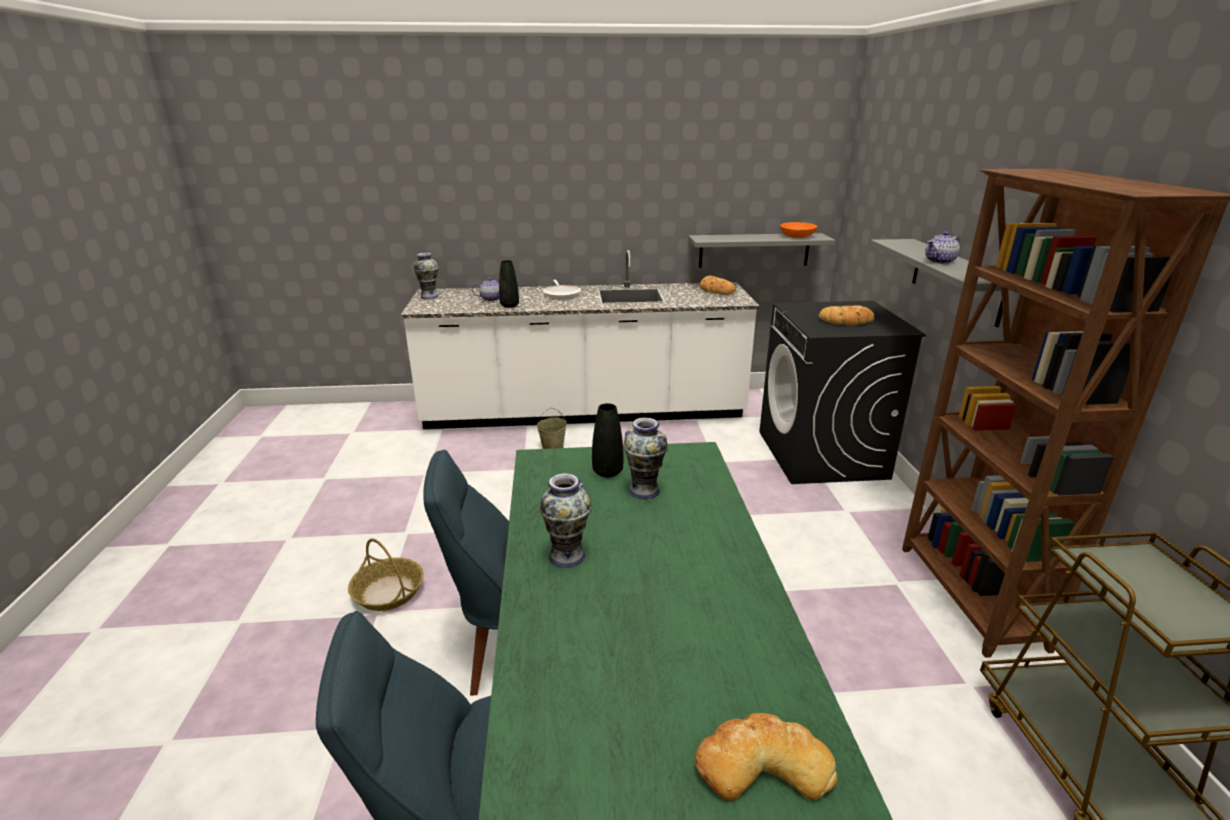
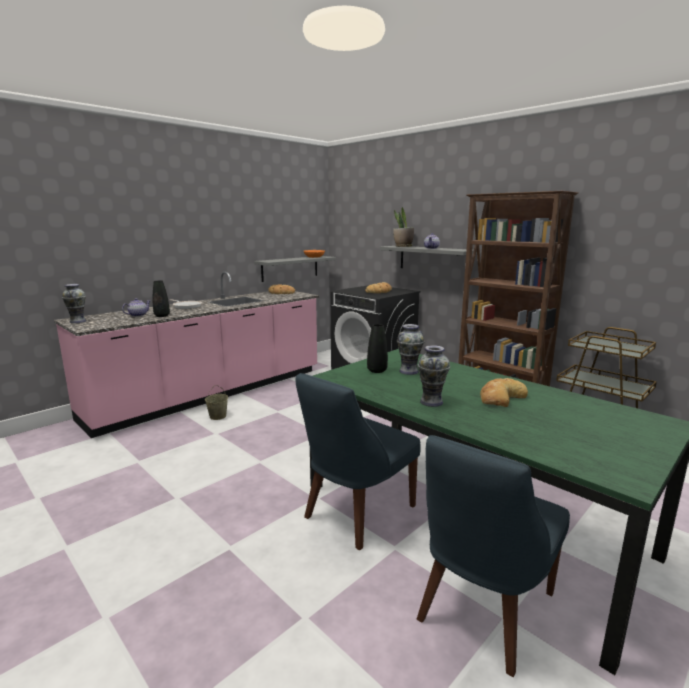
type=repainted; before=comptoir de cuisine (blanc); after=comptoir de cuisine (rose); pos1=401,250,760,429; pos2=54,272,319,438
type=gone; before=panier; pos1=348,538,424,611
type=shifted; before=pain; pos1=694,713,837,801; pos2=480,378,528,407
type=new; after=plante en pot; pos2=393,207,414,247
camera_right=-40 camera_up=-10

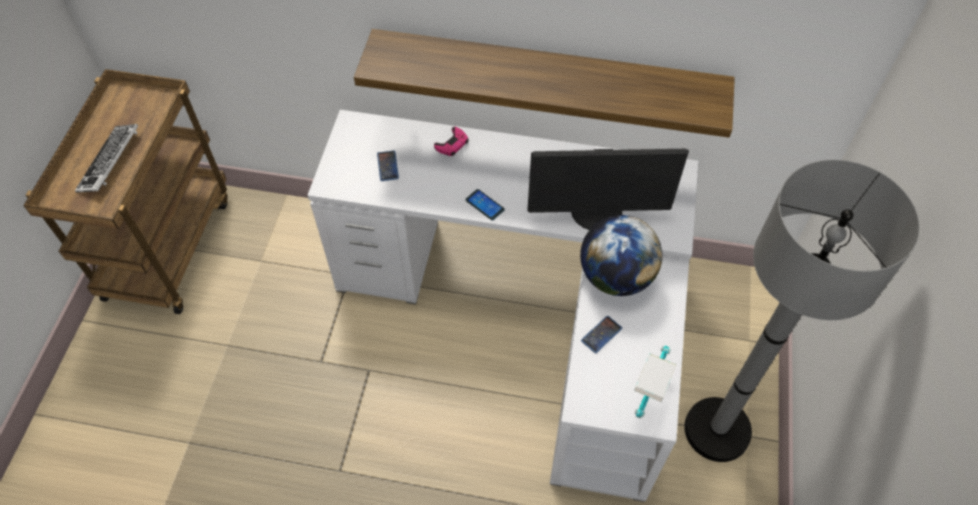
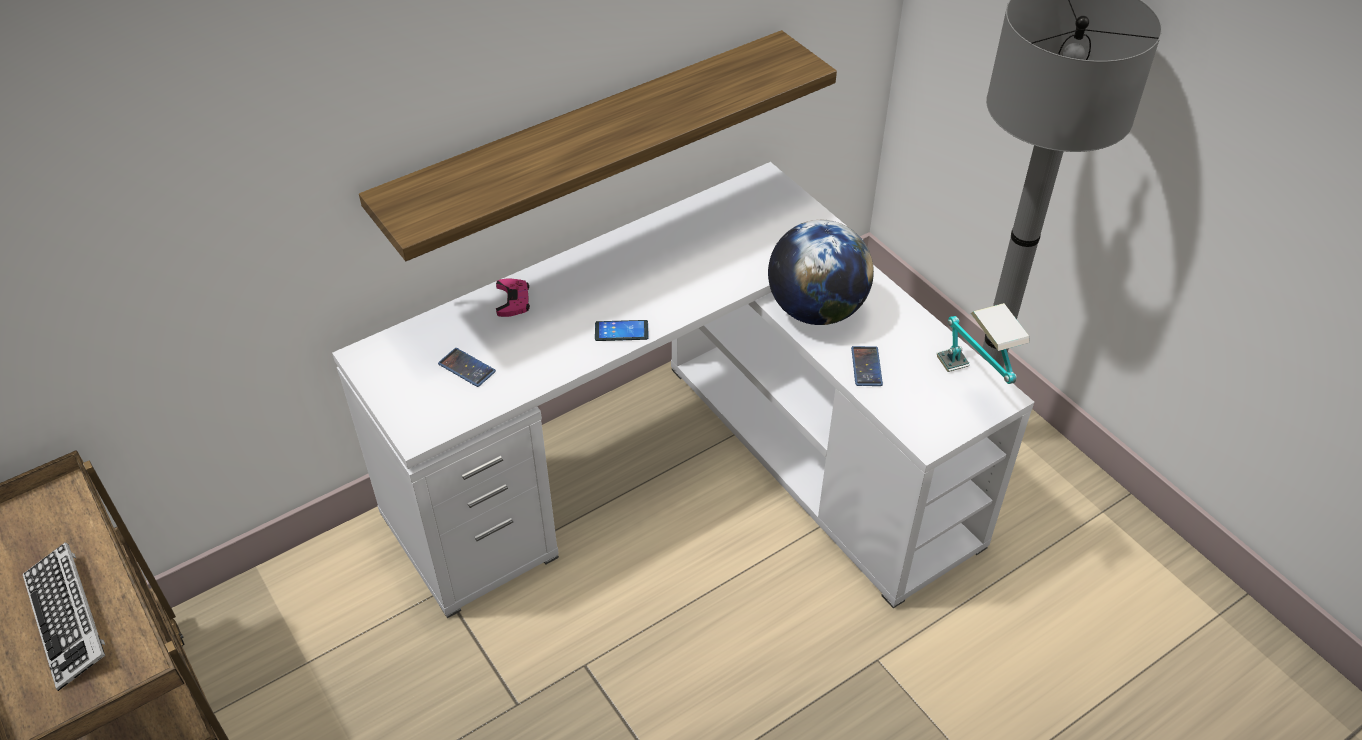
type=gone; before=écran d'ordinateur; pos1=528,149,689,230
camera_right=-45 camera_up=-10

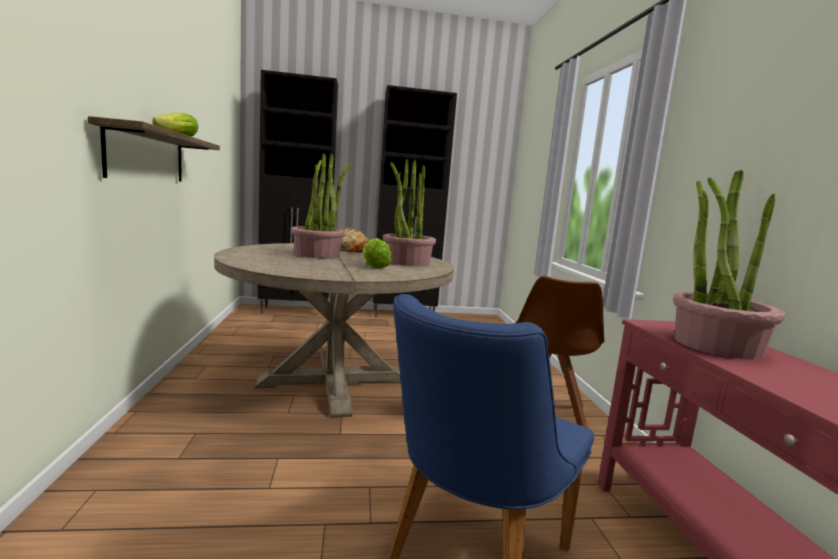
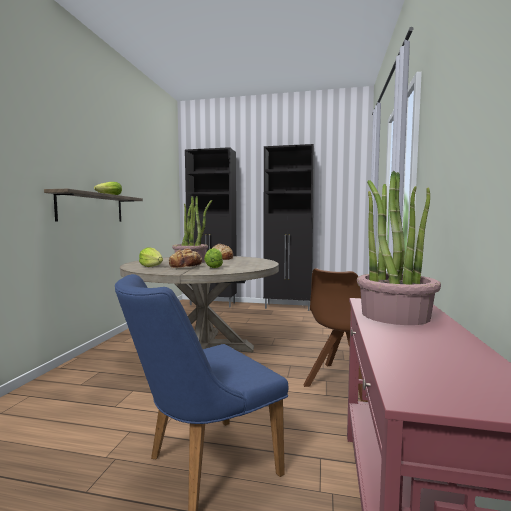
type=gone; before=plante en pot; pos1=383,159,436,266
type=new; after=laitue; pos2=139,247,163,267
type=new; after=pain; pos2=169,248,202,268
camera_right=20 camera_up=-5

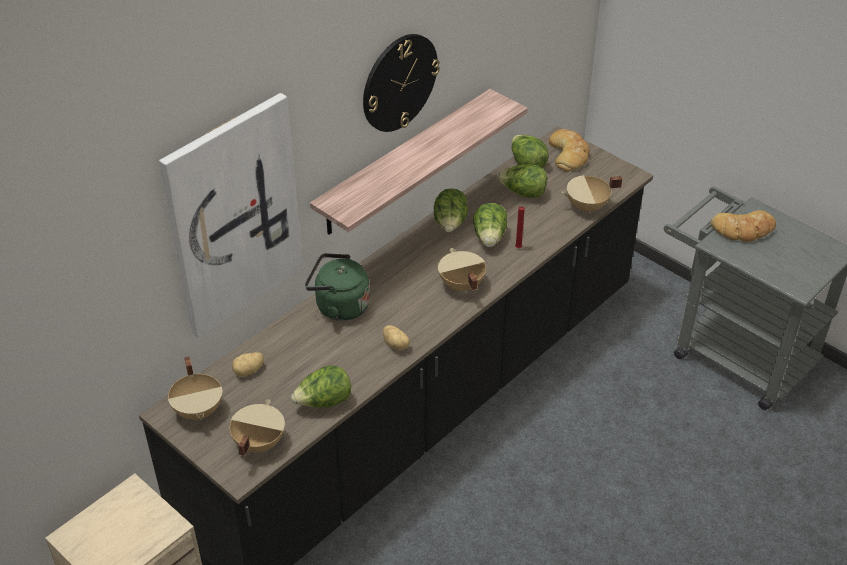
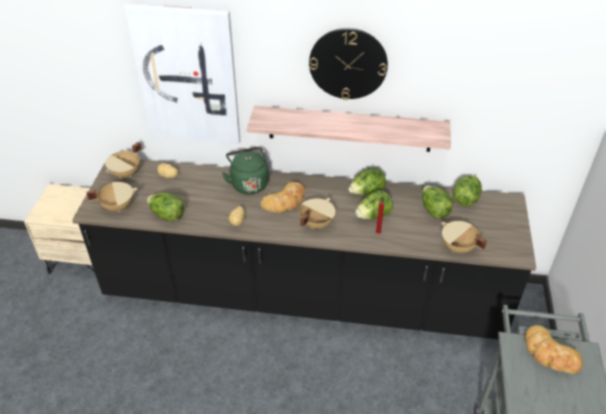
type=shifted; before=pain; pos1=549,129,590,172; pos2=260,182,305,213
camera_right=55 camera_up=0

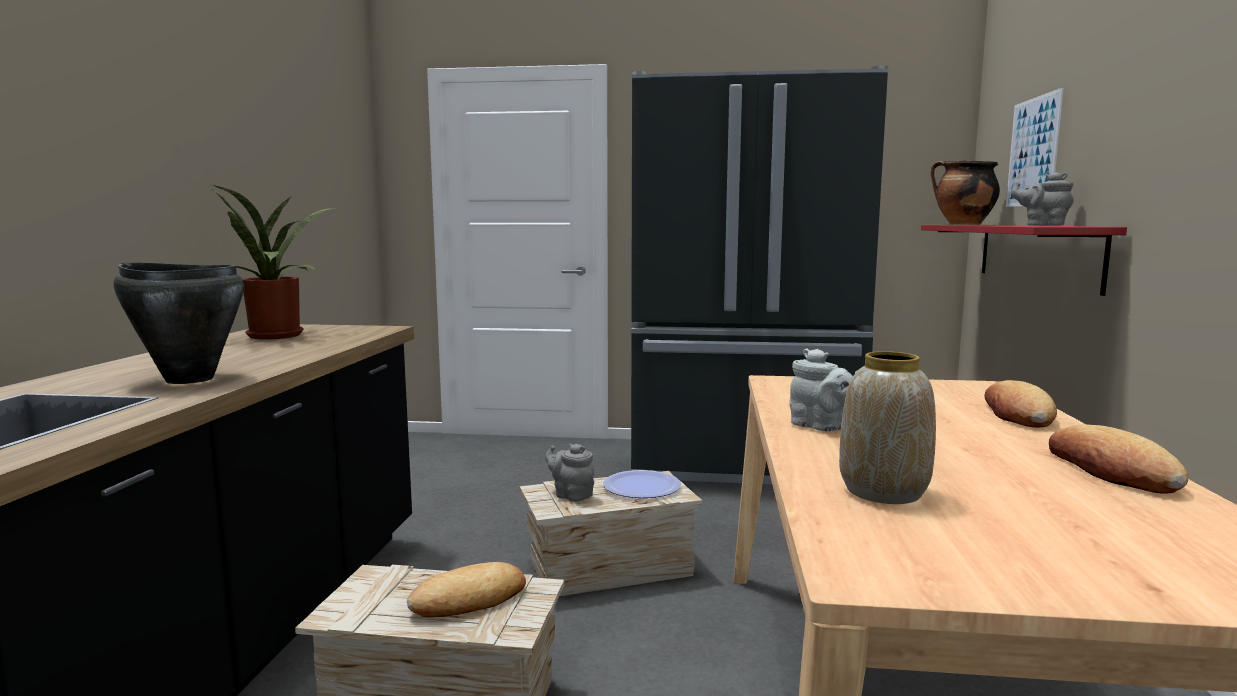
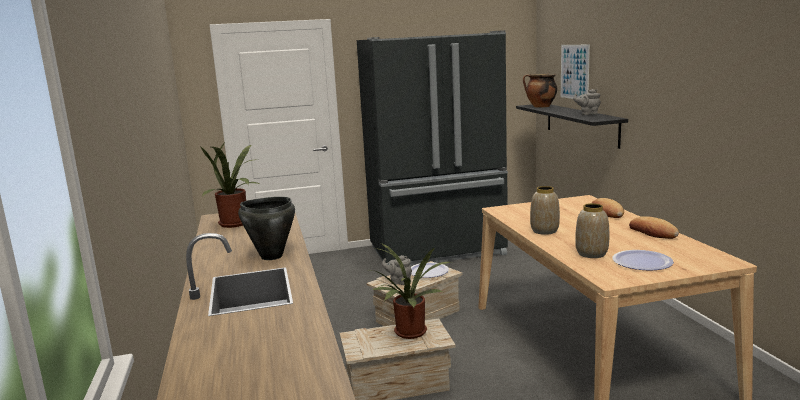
type=repainted; before=étagère (rouge); after=étagère (noir); pos1=921,225,1127,296; pos2=516,104,628,149
type=swapped; before=théière (gris); after=vase; pos1=789,349,858,432; pos2=530,186,560,235
type=swapped; before=pain; after=plante en pot; pos1=407,562,526,618; pos2=372,243,450,339
type=new; after=assiette; pos2=612,250,674,271
camera_right=-20 camera_up=5

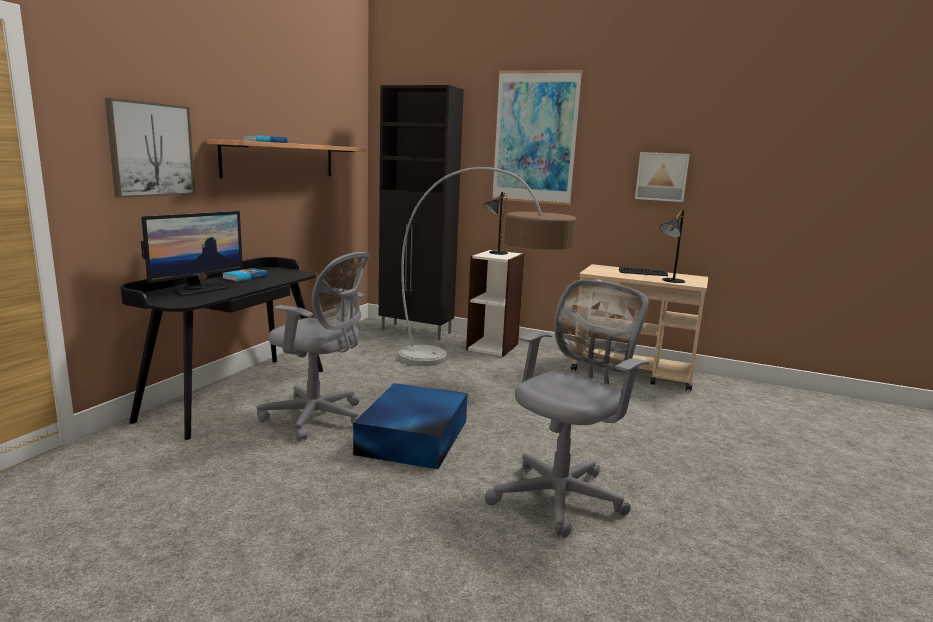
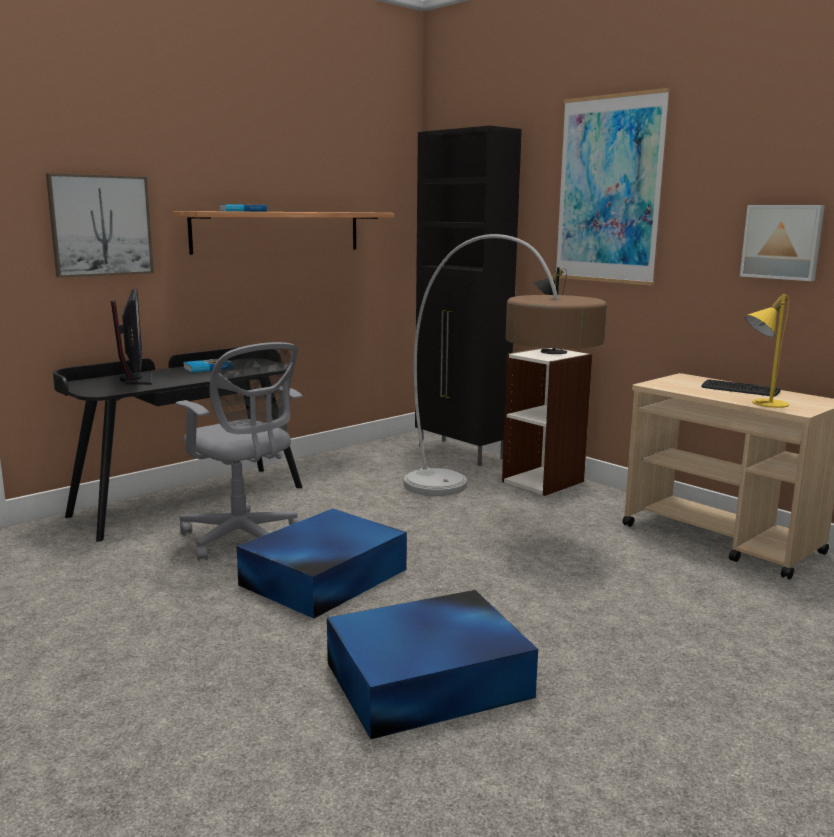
type=repainted; before=lampe de table (noir); after=lampe de table (jaune); pos1=660,210,685,283; pos2=745,294,789,408
type=rotated; before=écran d'ordinateur; pos1=141,211,243,297; pos2=111,289,152,385; turn=-75
type=swapped; before=chaise de bureau (gris); after=boîte de rangement (bleu); pos1=485,280,650,538; pos2=327,590,538,739
camera_right=25 camera_up=0

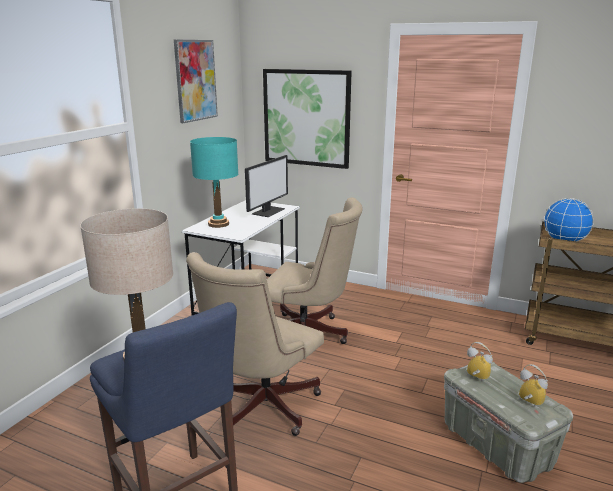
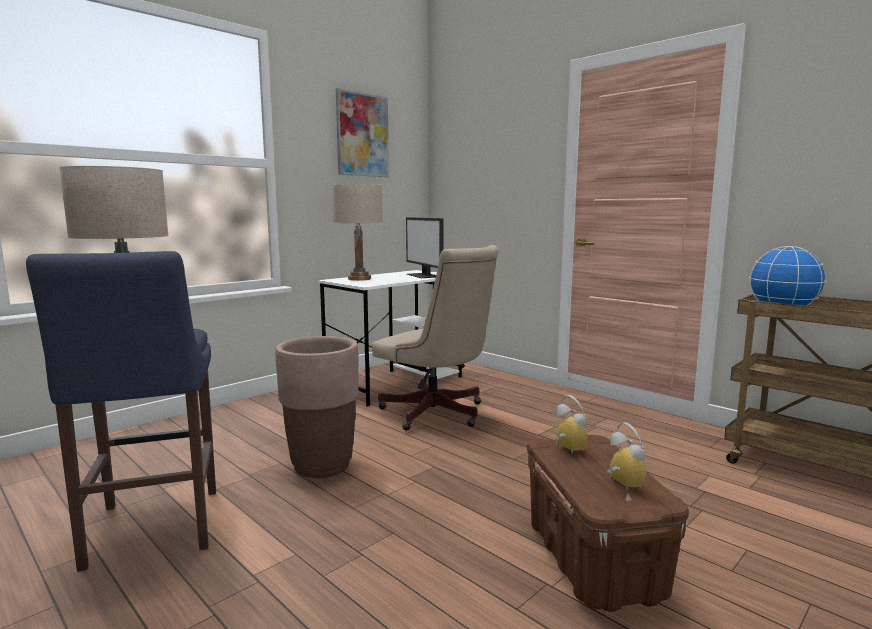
type=gone; before=tableau; pos1=263,69,352,169
type=repainted; before=lampe de table (turquoise); after=lampe de table (beige); pos1=190,137,238,228; pos2=332,184,383,281
type=rotated; before=écran d'ordinateur; pos1=245,155,288,217; pos2=406,217,444,278; turn=105
type=swapped; before=chaise de bureau (beige); after=cache-pot (marron); pos1=186,252,324,436; pos2=275,336,359,478
type=repainted; before=boîte de rangement (gris); after=boîte de rangement (marron); pos1=444,362,573,483; pos2=527,435,689,612
camera_right=20 camera_up=-10

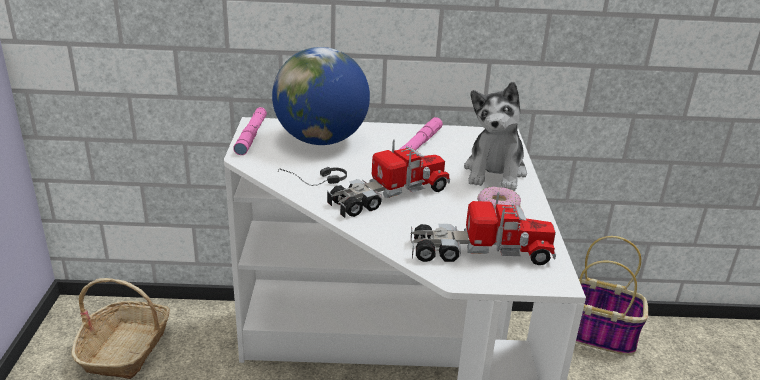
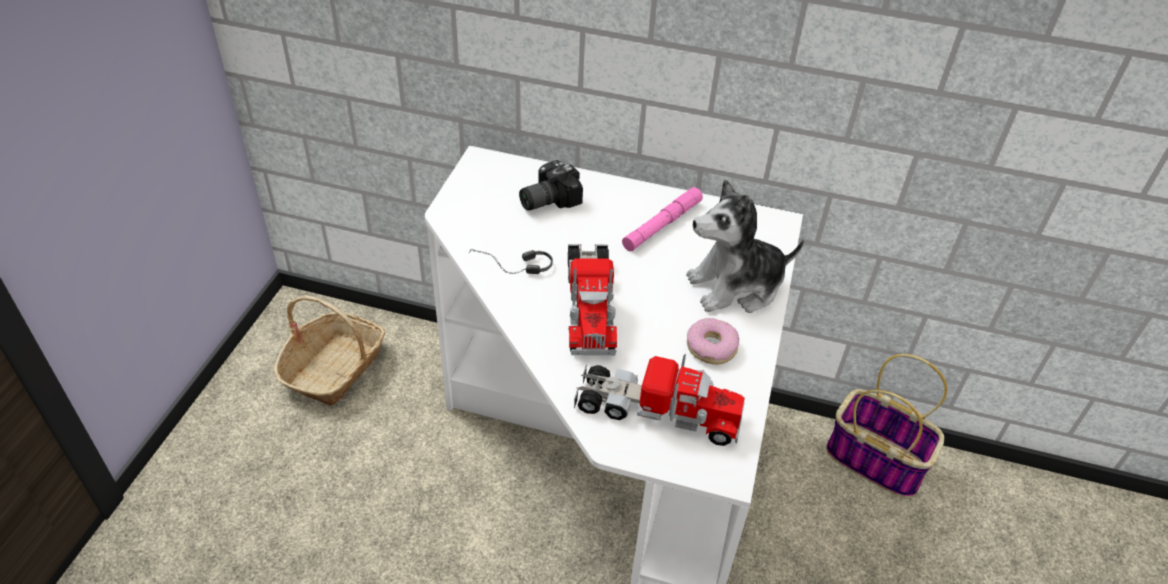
type=swapped; before=globe; after=appareil photo; pos1=272,47,370,145; pos2=519,160,583,210
type=rotated; before=peluche; pos1=464,82,527,191; pos2=686,179,804,313; turn=45
type=gone; before=lampe de poche (rose); pos1=233,107,267,155
type=rotated; before=camion jouet; pos1=327,139,450,218; pos2=568,244,617,356; turn=105
camera_right=15 camera_up=15

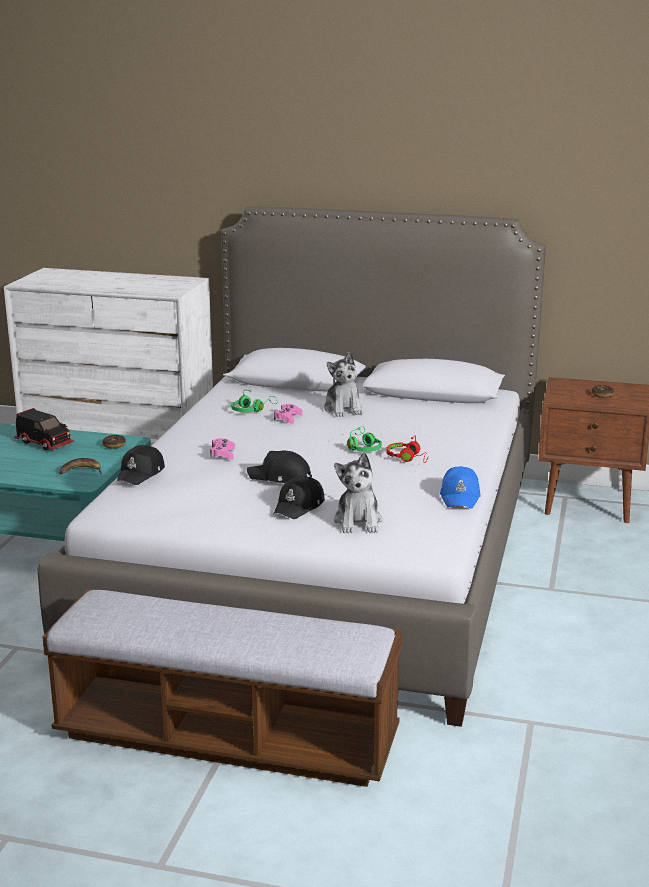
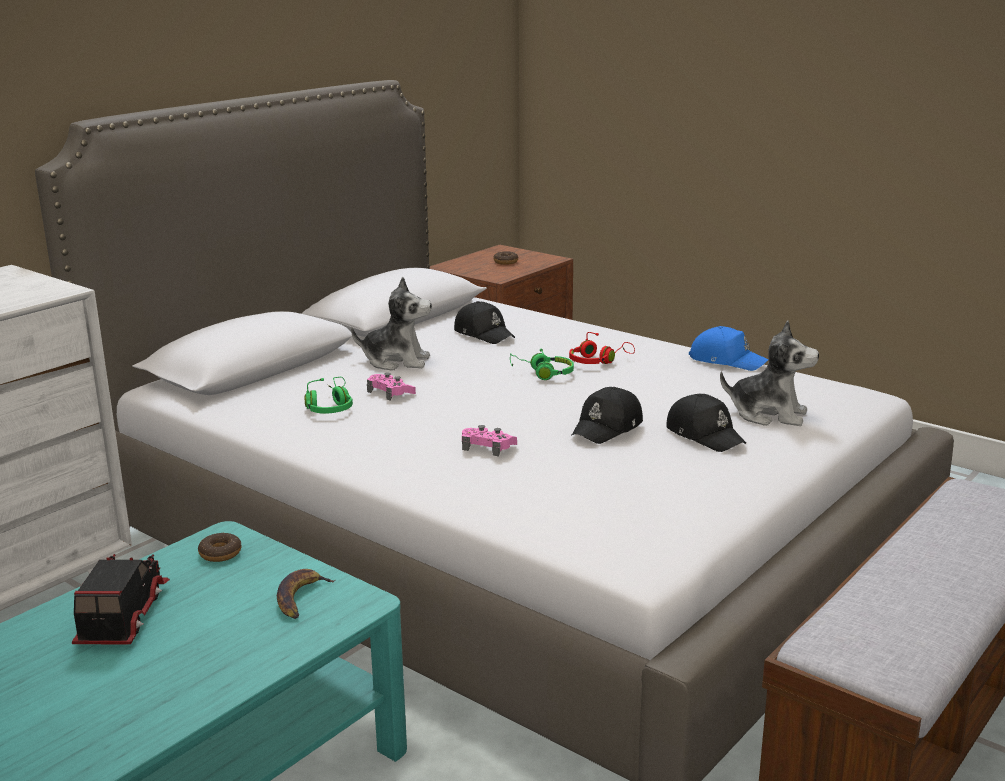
type=rotated; before=camion jouet; pos1=15,408,75,450; pos2=72,554,170,644; turn=-60
type=shifted; before=casquette (noir); pos1=116,445,165,485; pos2=454,301,515,344
camera_right=-65 camera_up=0

